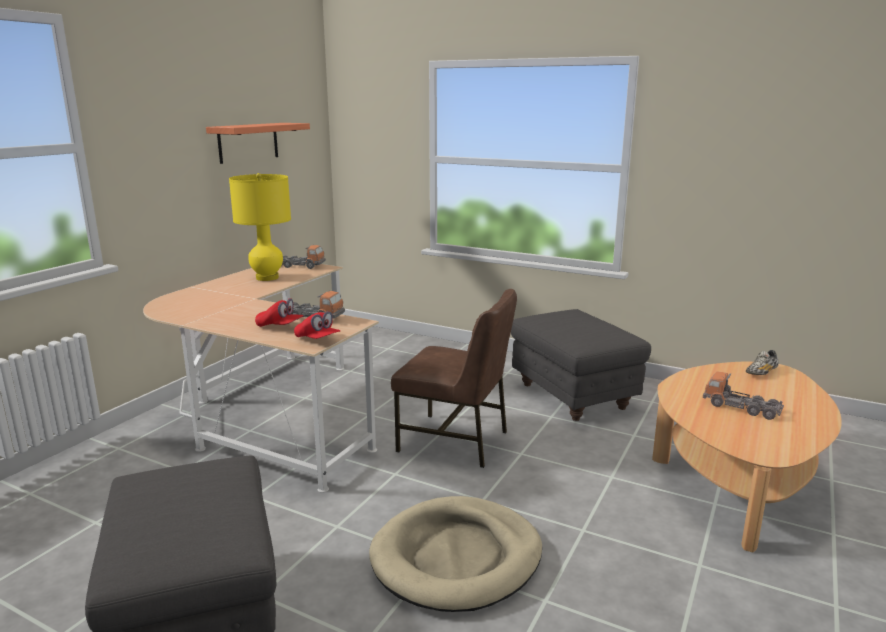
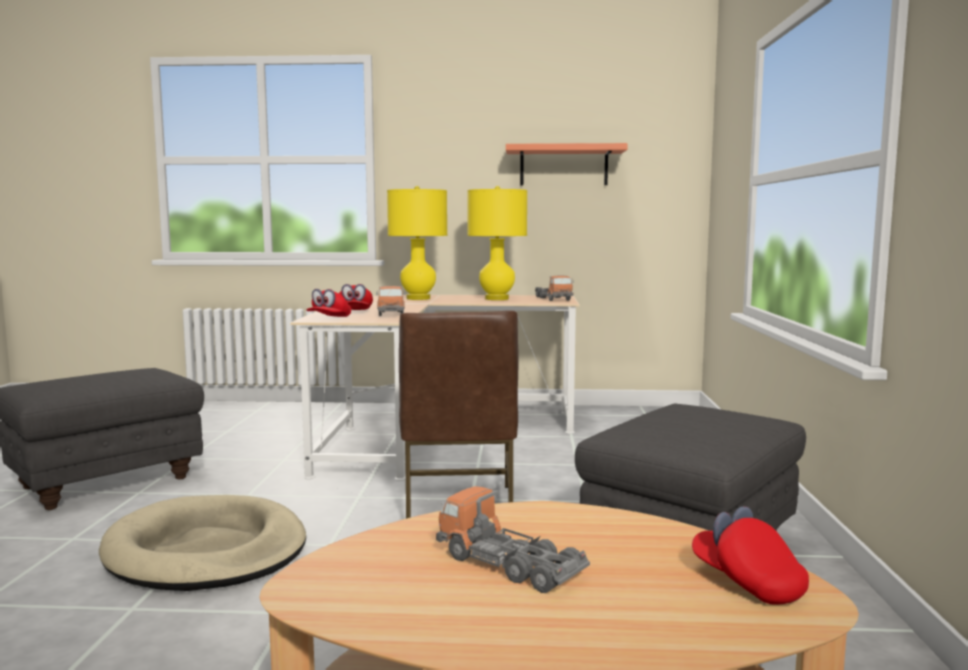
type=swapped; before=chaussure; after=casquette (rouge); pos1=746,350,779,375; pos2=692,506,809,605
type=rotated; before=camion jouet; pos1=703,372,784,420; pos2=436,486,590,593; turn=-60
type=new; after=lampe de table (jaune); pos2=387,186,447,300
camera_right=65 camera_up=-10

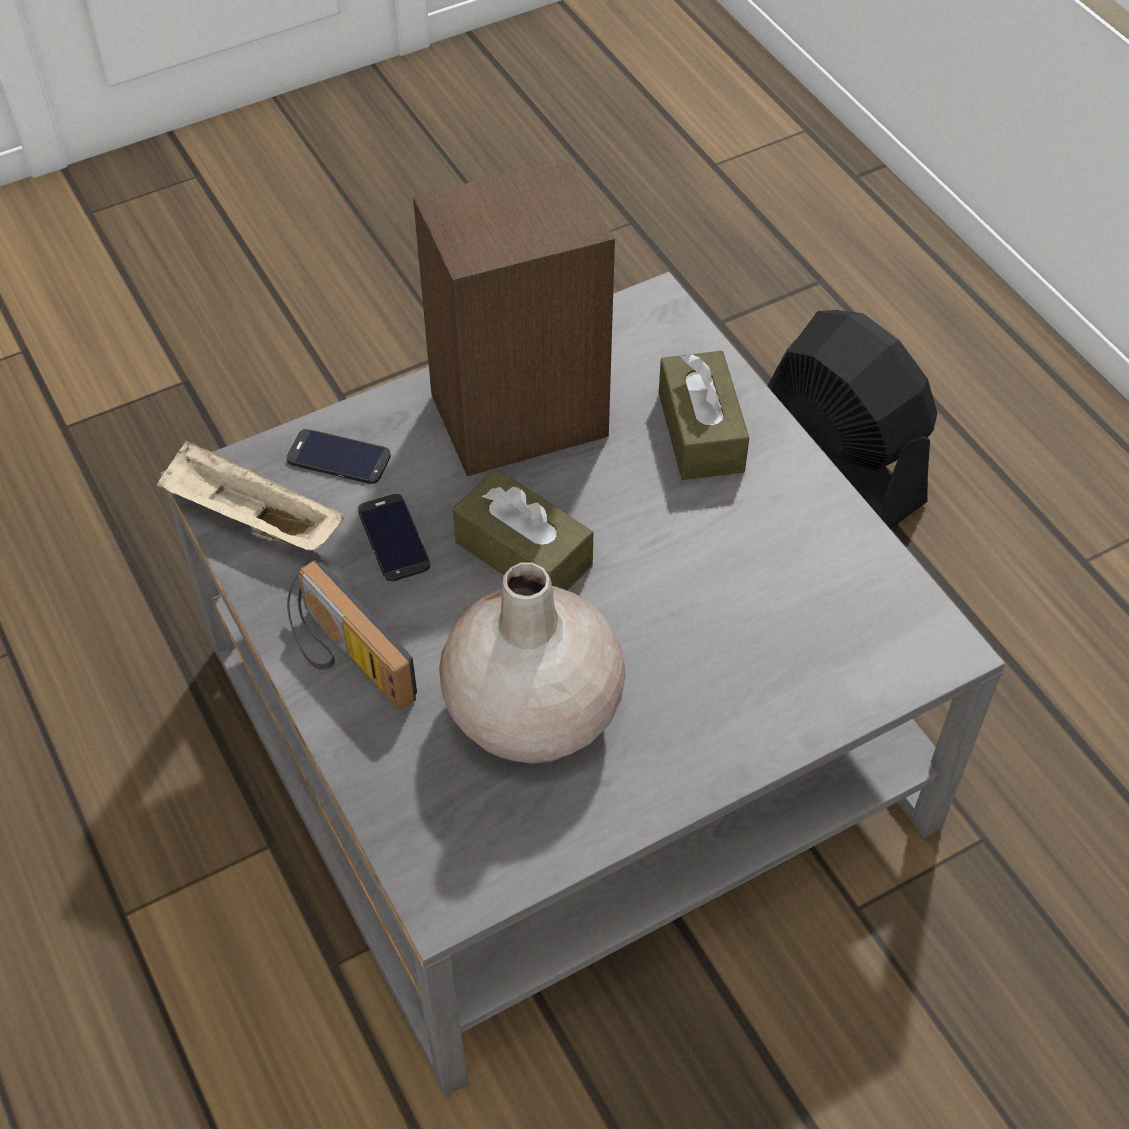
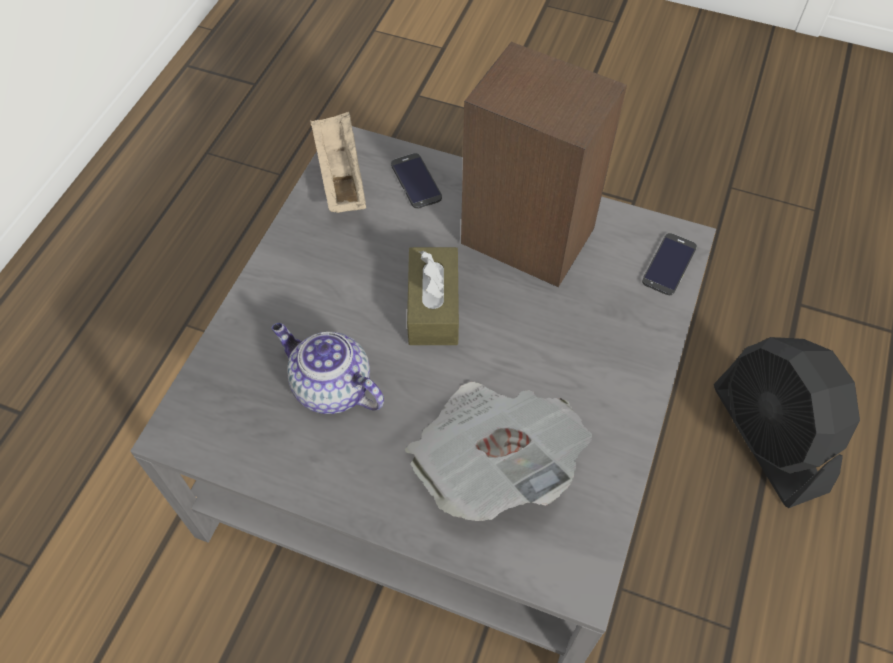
type=rotated; before=ventilateur (noir); pos1=768,310,937,529; pos2=714,337,860,508; turn=150
type=gone; before=boîte à mouchoirs (marron); pos1=659,351,749,480
type=shifted; before=téléphone; pos1=358,494,430,581; pos2=642,233,697,295
type=gone; before=radio; pos1=287,560,417,710
type=swapped; before=vase (beige); after=théière; pos1=439,562,625,763; pos2=272,323,384,414
type=new; after=journal; pos2=405,382,592,521
camera_right=50 camera_up=5

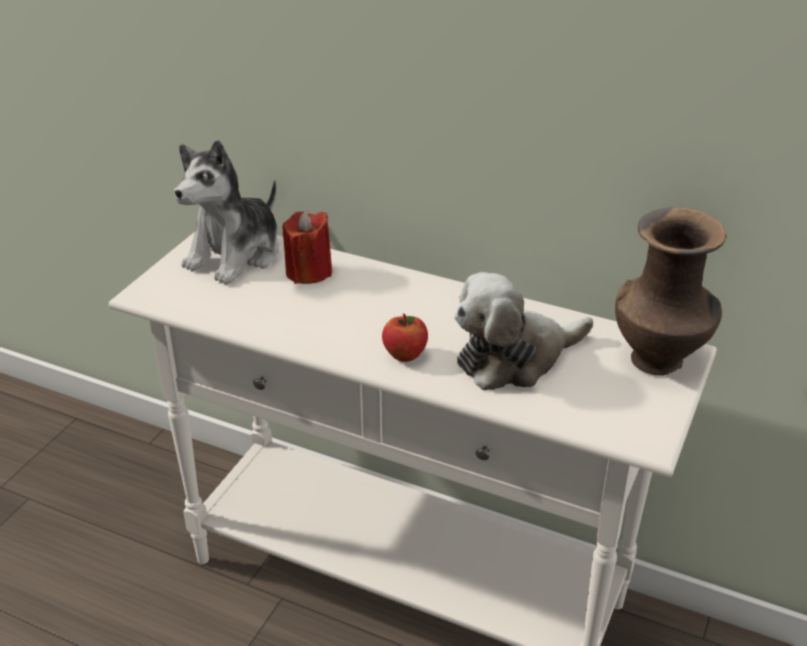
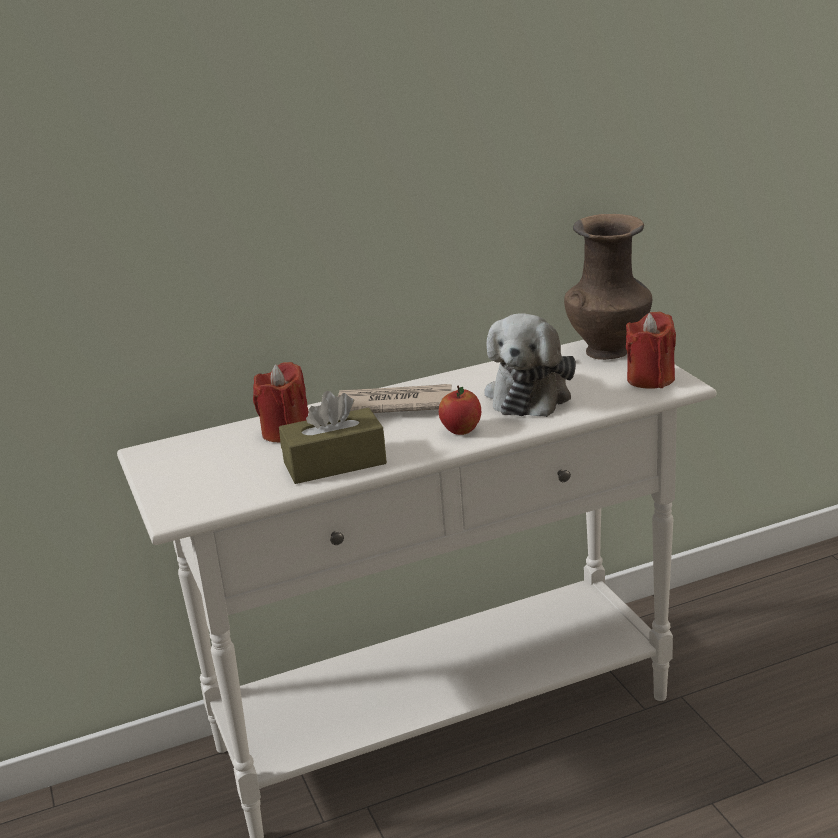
type=gone; before=peluche; pos1=174,140,279,285
type=new; after=bougie (rouge); pos2=626,312,676,389
type=new; after=journal; pos2=338,384,452,413
type=new; after=boîte à mouchoirs (marron); pos2=279,391,387,484
camera_right=-45 camera_up=-10

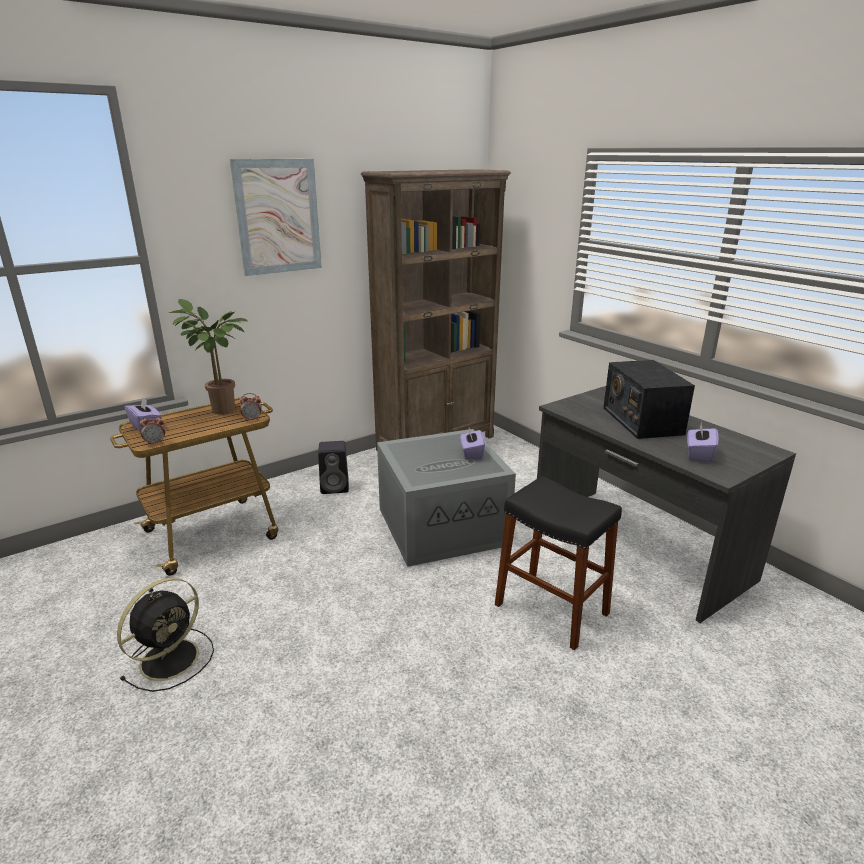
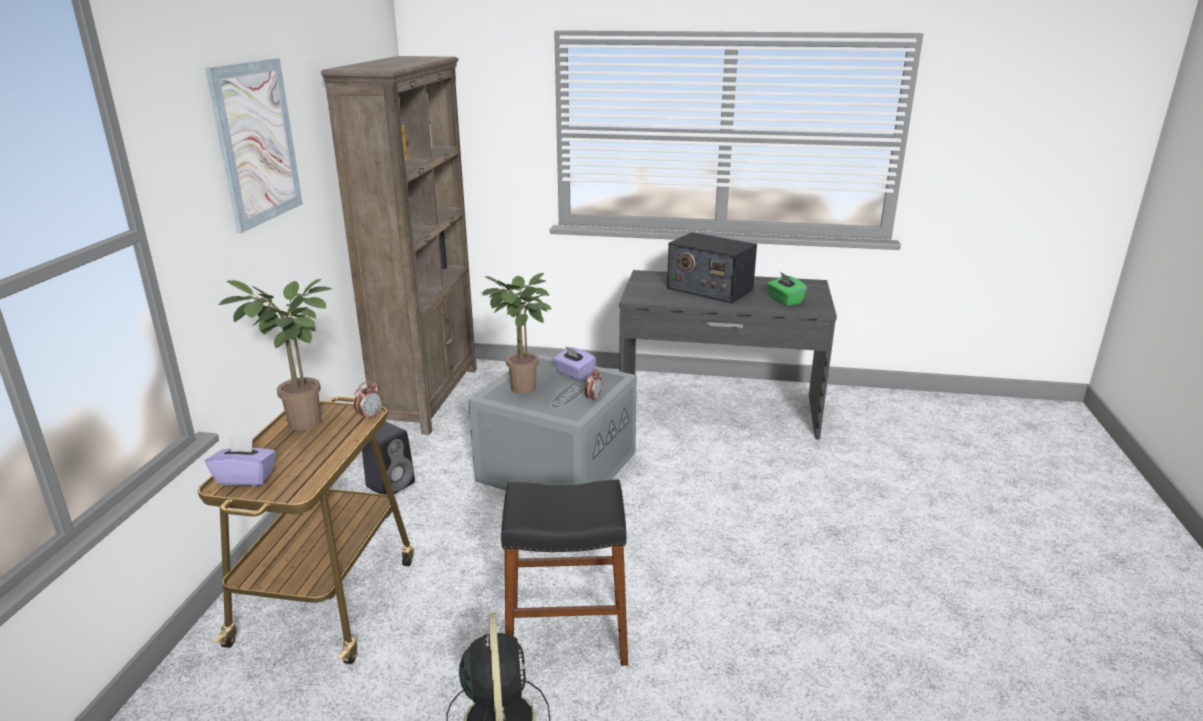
type=shifted; before=réveil; pos1=140,415,165,445; pos2=585,369,602,402
type=repainted; before=boîte à mouchoirs (violet); after=boîte à mouchoirs (vert); pos1=687,423,719,463; pos2=767,273,807,306
type=shifted; before=tabouret (noir); pos1=495,476,622,650; pos2=501,479,628,666
type=new; after=plante en pot; pos2=482,273,552,394
camera_right=-45 camera_up=0

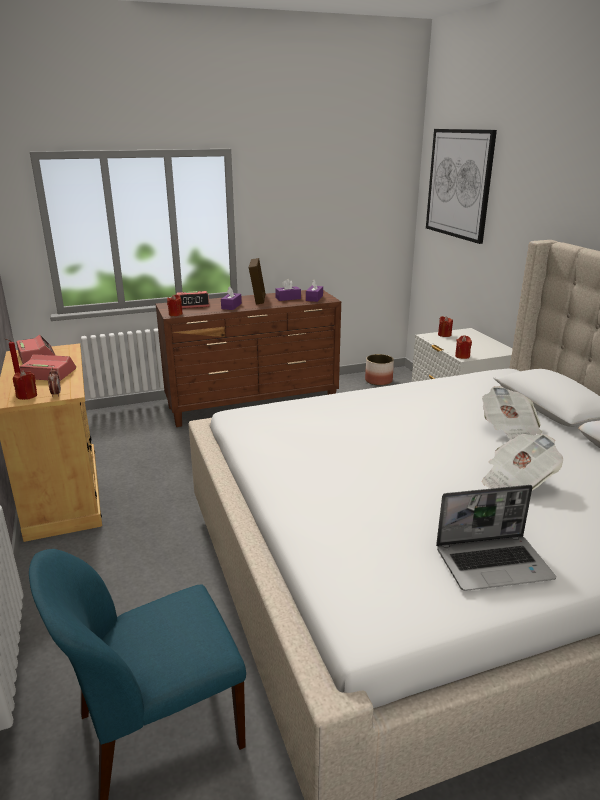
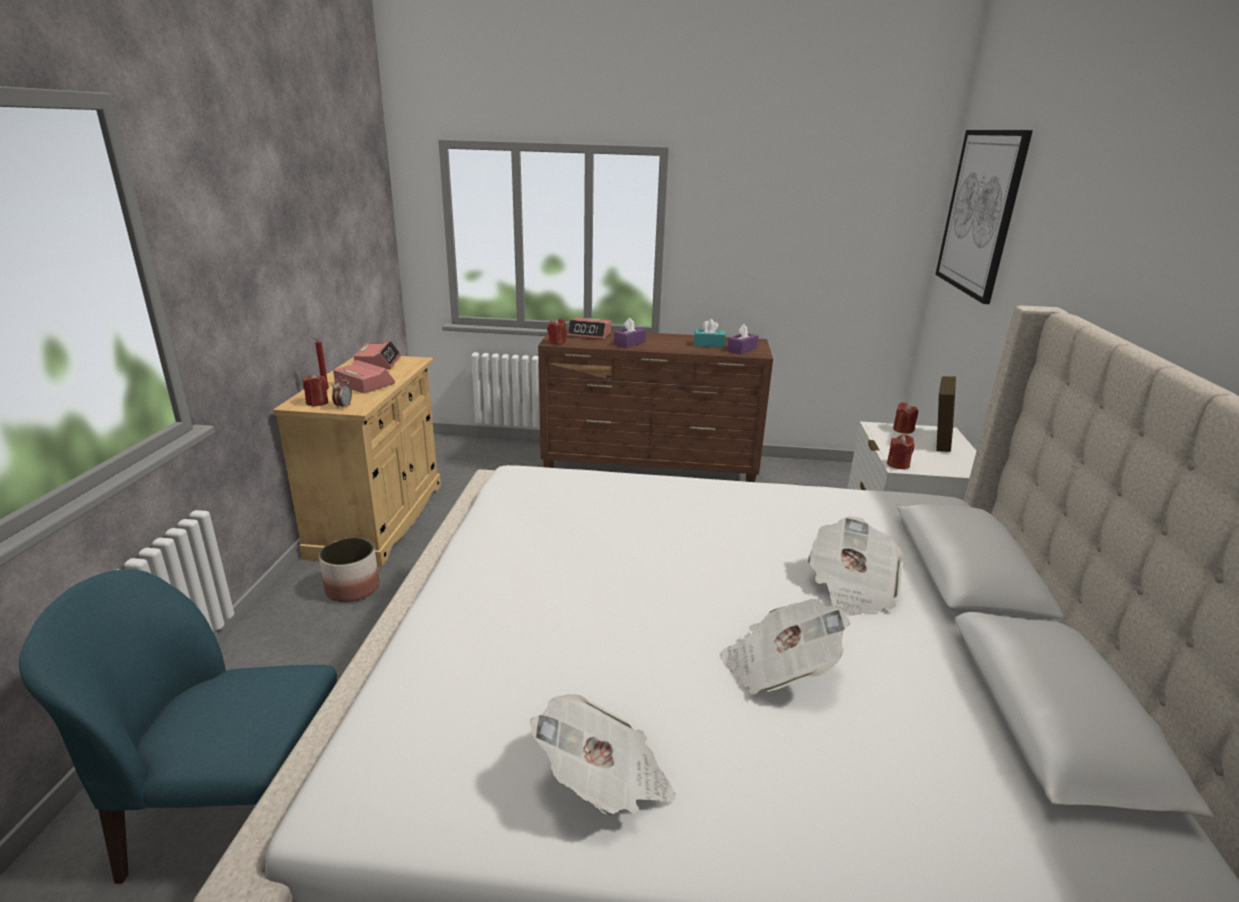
type=shifted; before=cadre photo; pos1=249,258,266,304; pos2=936,376,956,452
type=repainted; before=boîte à mouchoirs (violet); after=boîte à mouchoirs (turquoise); pos1=275,279,301,301; pos2=694,319,726,348
type=shifted; before=cache-pot; pos1=365,354,394,386; pos2=319,537,379,602
type=swapped; before=ordinateur portable; after=journal; pos1=436,485,556,591; pos2=530,694,676,815
camera_right=25 camera_up=0

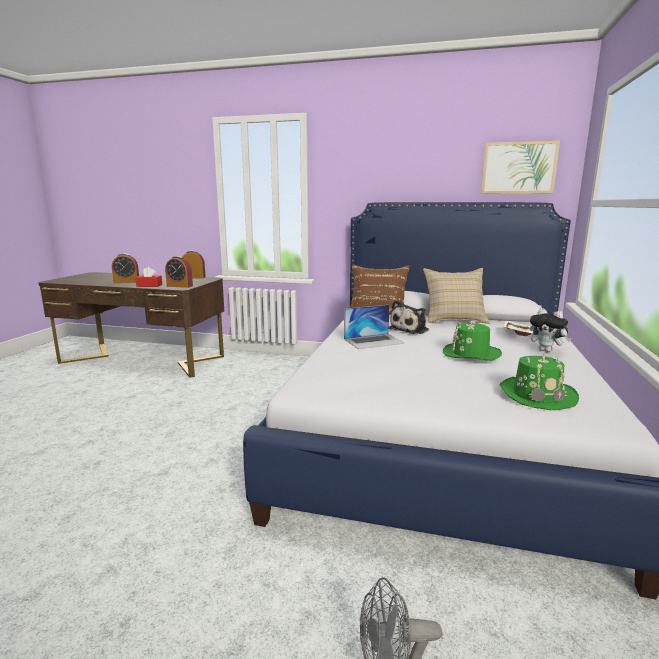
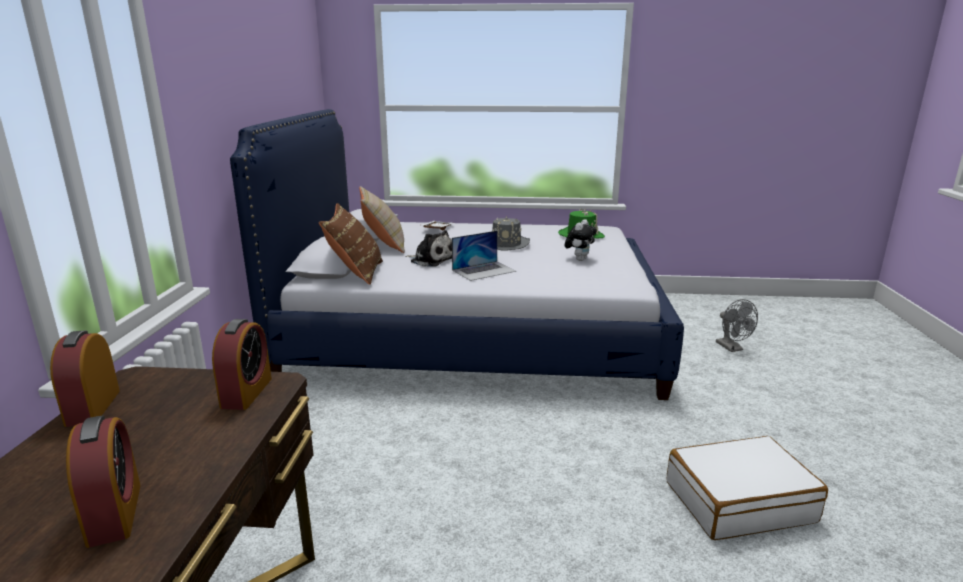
type=gone; before=tableau; pos1=481,141,560,194
type=gone; before=boîte à mouchoirs (rouge); pos1=135,267,162,287
type=rotated; before=ordinateur portable; pos1=344,305,405,349; pos2=452,231,516,281; turn=90
type=shifted; before=peluche; pos1=530,308,572,352; pos2=565,219,597,261
type=repainted; before=chapeau (vert); after=chapeau (gris); pos1=443,321,502,361; pos2=492,216,530,251
type=new; after=valise (blanc); pos2=666,436,828,540
camera_right=-100 camera_up=5

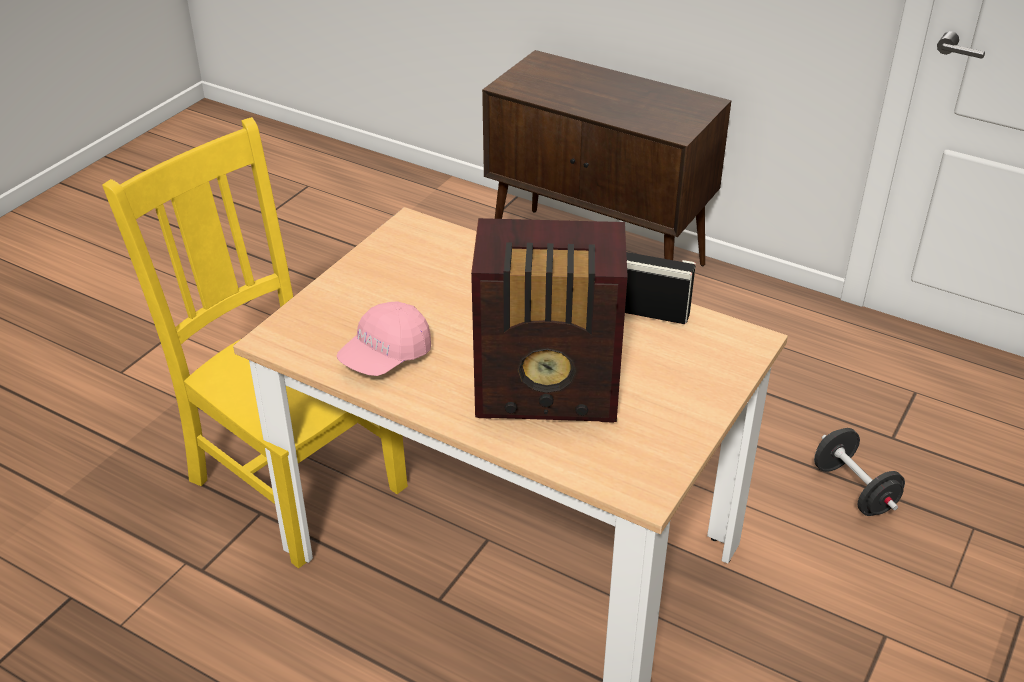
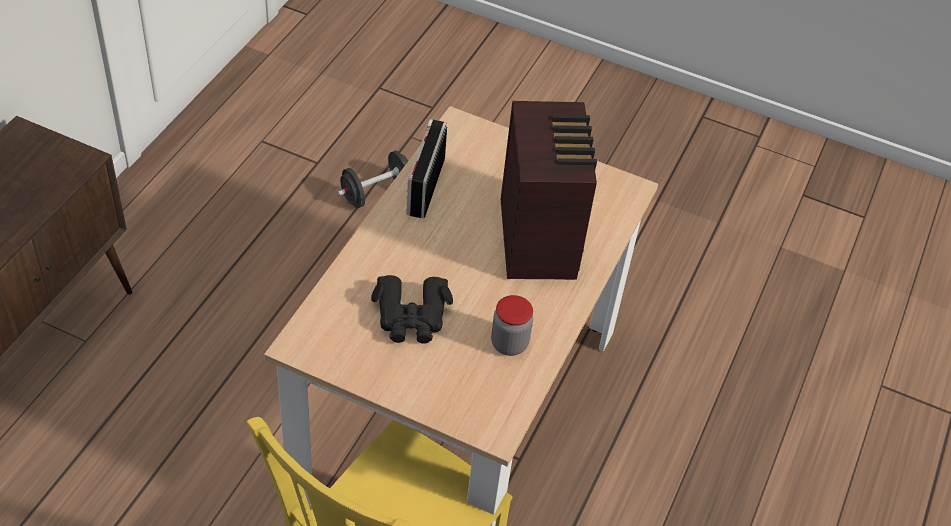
type=swapped; before=casquette (rose); after=bocal; pos1=337,301,431,376; pos2=491,295,533,356
type=new; after=jumelles (noir); pos2=371,275,453,344
camera_right=-100 camera_up=10

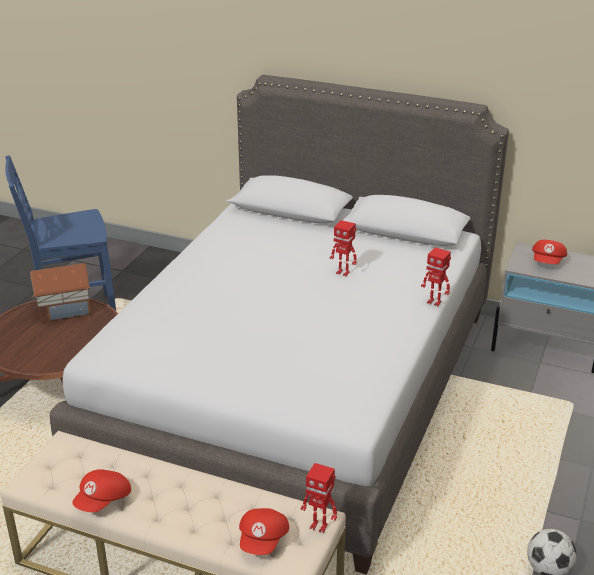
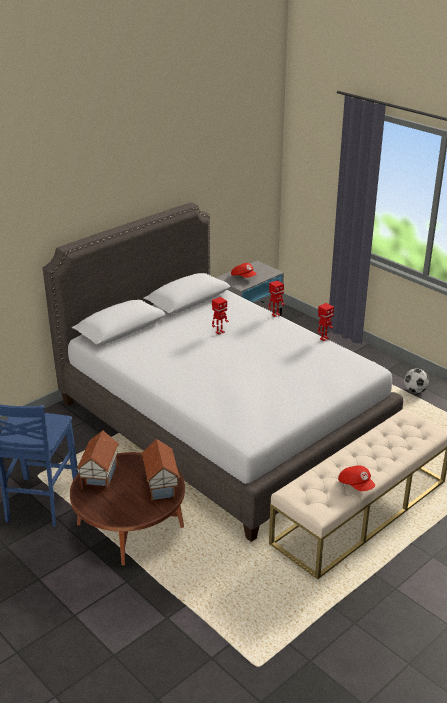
type=shifted; before=robot jouet; pos1=301,463,337,533; pos2=318,303,334,341
type=gone; before=casquette (rouge); pos1=239,508,289,555
type=new; after=maison miniature; pos2=141,439,180,501
camera_right=-65 camera_up=0

